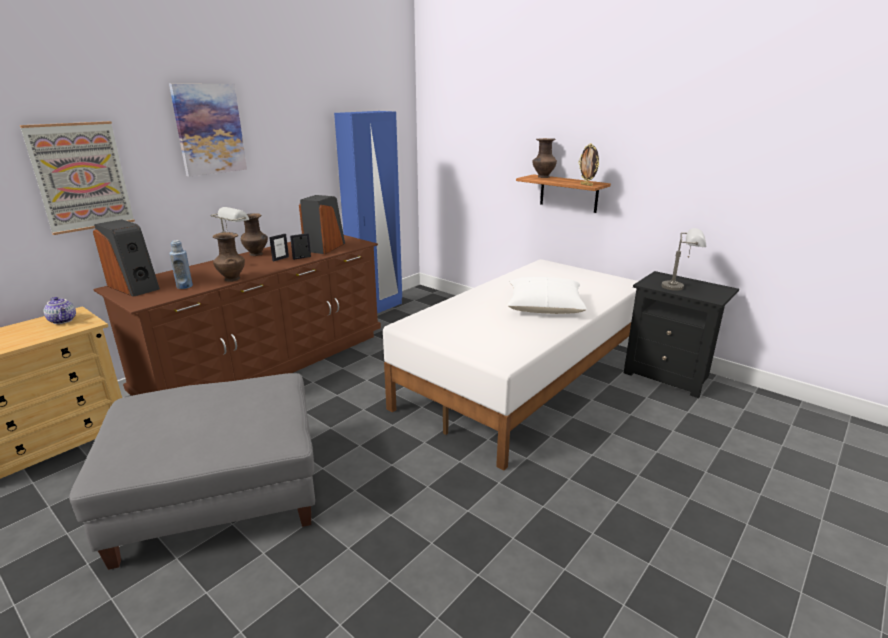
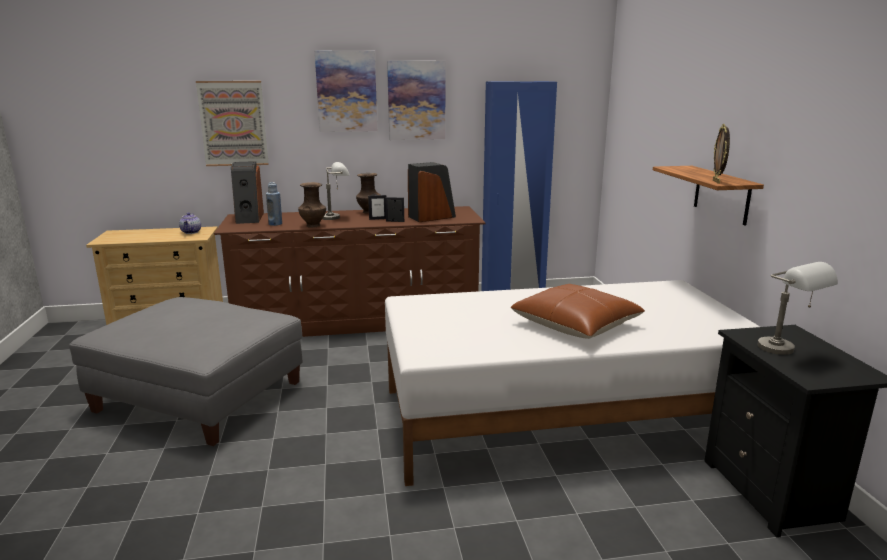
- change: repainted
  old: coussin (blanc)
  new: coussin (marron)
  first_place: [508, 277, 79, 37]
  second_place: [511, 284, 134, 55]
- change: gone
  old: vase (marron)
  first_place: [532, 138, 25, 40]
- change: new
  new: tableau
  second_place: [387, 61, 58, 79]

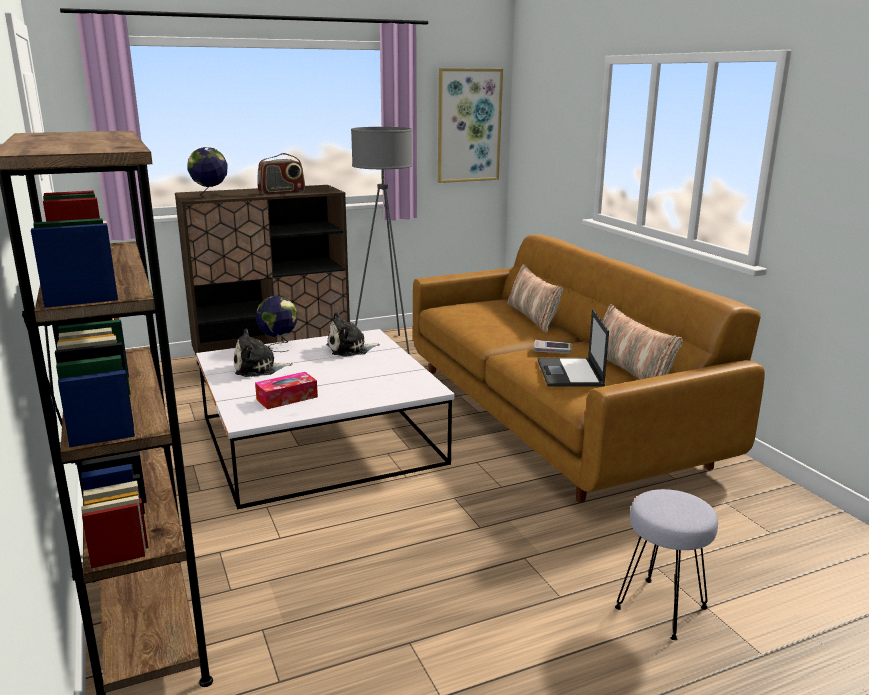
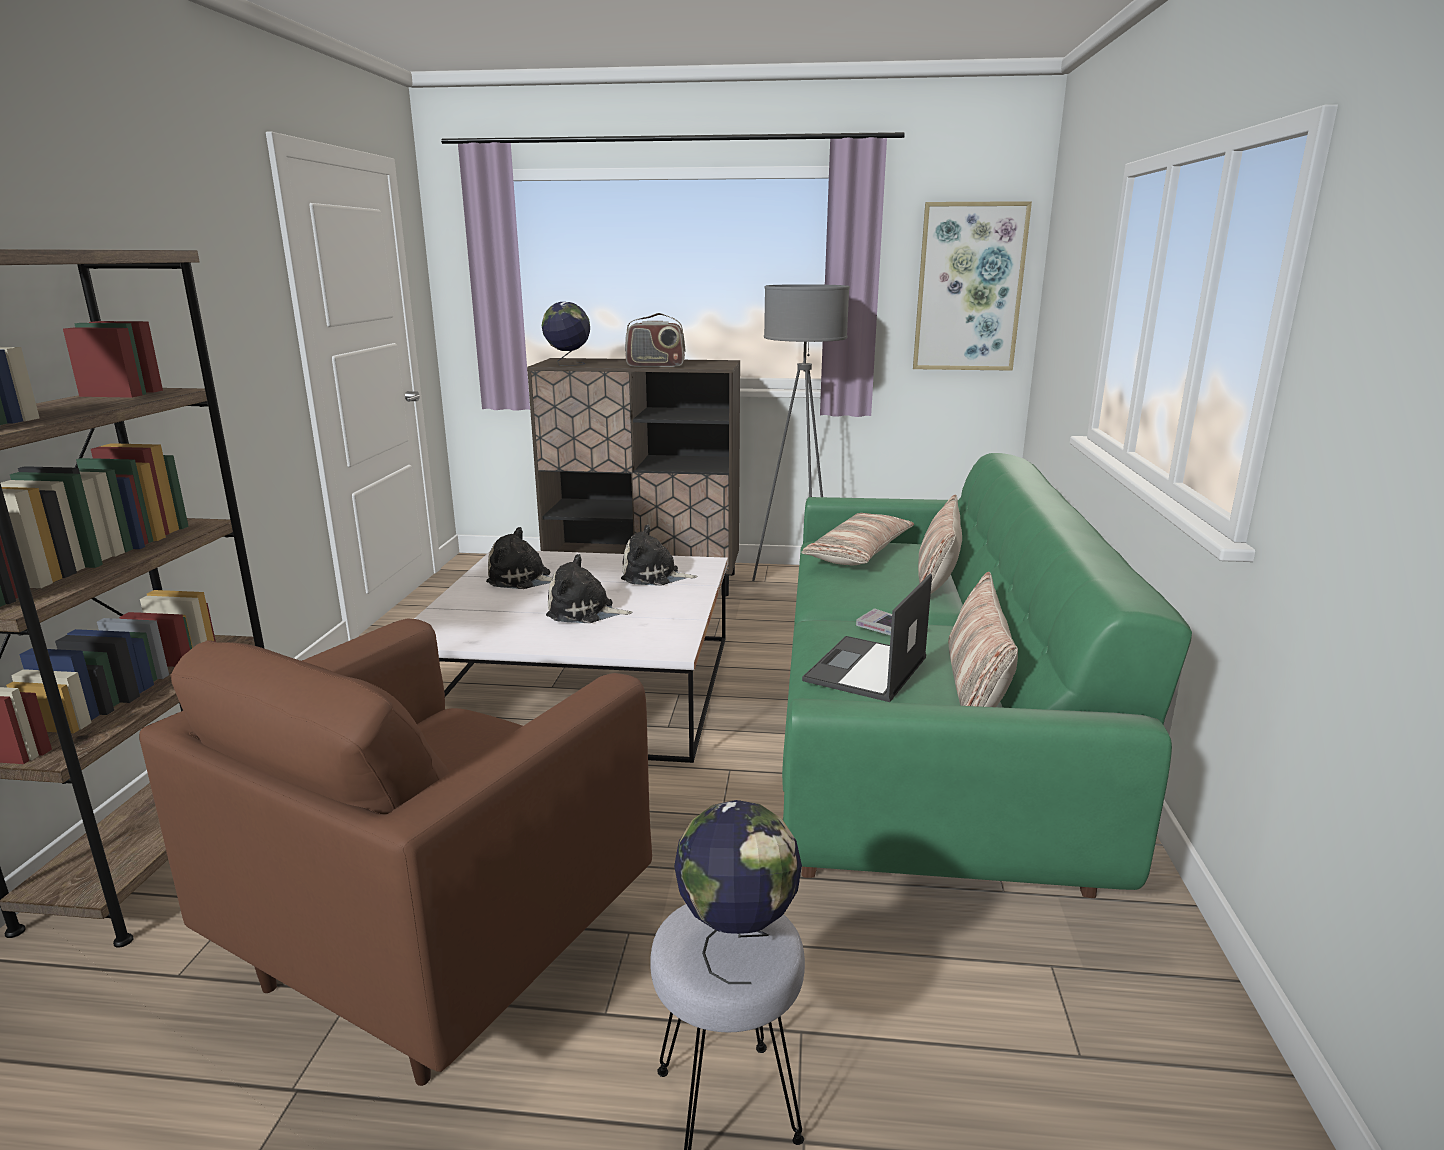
- change: gone
  old: boîte à mouchoirs
  first_place: [255, 372, 63, 37]
- change: shifted
  old: globe
  first_place: [256, 296, 41, 56]
  second_place: [674, 800, 128, 184]
- change: repainted
  old: canapé (marron)
  new: canapé (vert)
  first_place: [413, 234, 352, 269]
  second_place: [782, 453, 410, 445]
- change: new
  new: fauteuil (marron)
  second_place: [139, 619, 513, 467]
- change: new
  new: peluche
  second_place: [546, 554, 86, 69]
- change: new
  new: coussin
  second_place: [801, 513, 113, 53]

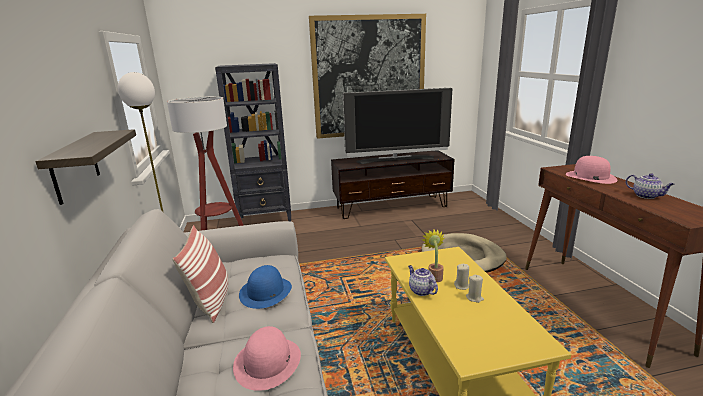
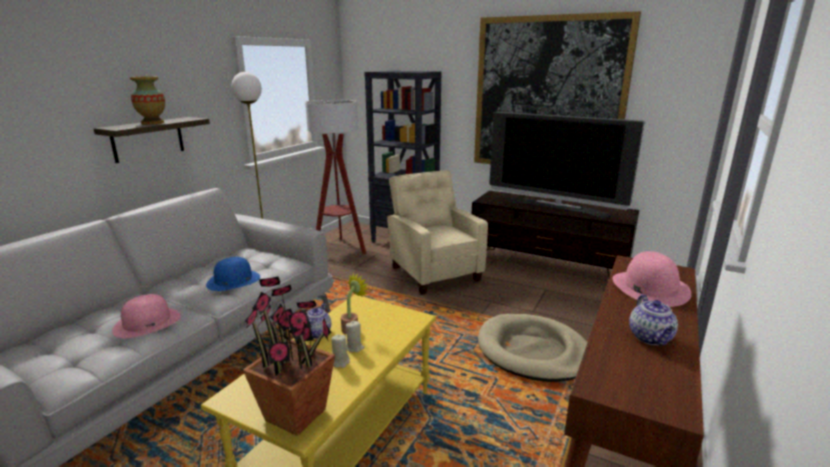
- change: gone
  old: coussin
  first_place: [172, 225, 56, 98]
- change: new
  new: vase
  second_place: [130, 76, 35, 49]
- change: new
  new: plante en pot
  second_place: [243, 276, 92, 160]
- change: new
  new: fauteuil (beige)
  second_place: [387, 170, 101, 124]

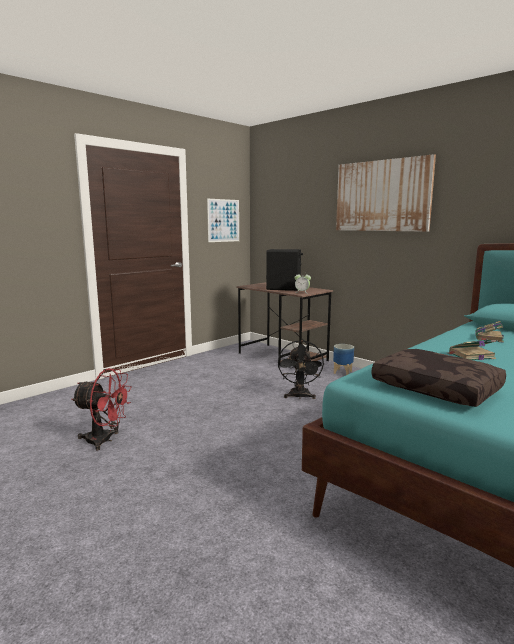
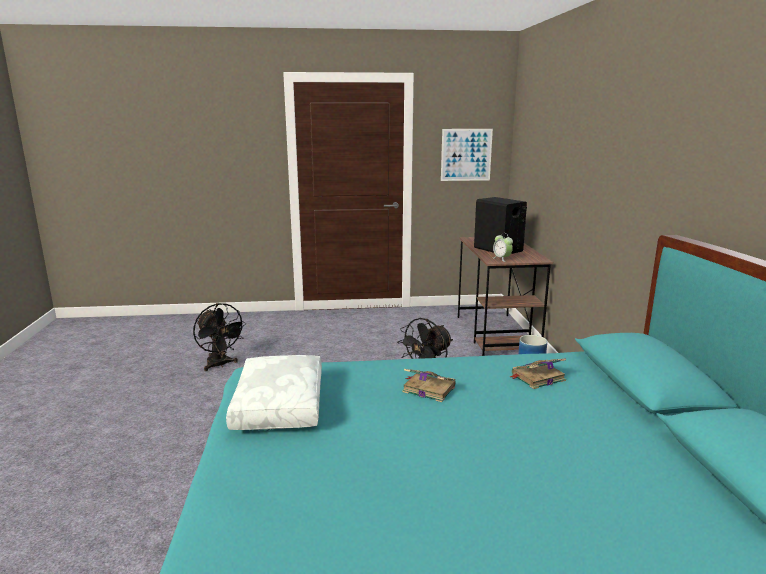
- change: repainted
  old: ventilateur (rouge)
  new: ventilateur (noir)
  first_place: [71, 368, 61, 83]
  second_place: [193, 303, 53, 68]
- change: gone
  old: tableau
  first_place: [336, 154, 100, 78]
- change: repainted
  old: coussin (marron)
  new: coussin (blanc)
  first_place: [371, 349, 135, 58]
  second_place: [226, 355, 96, 75]

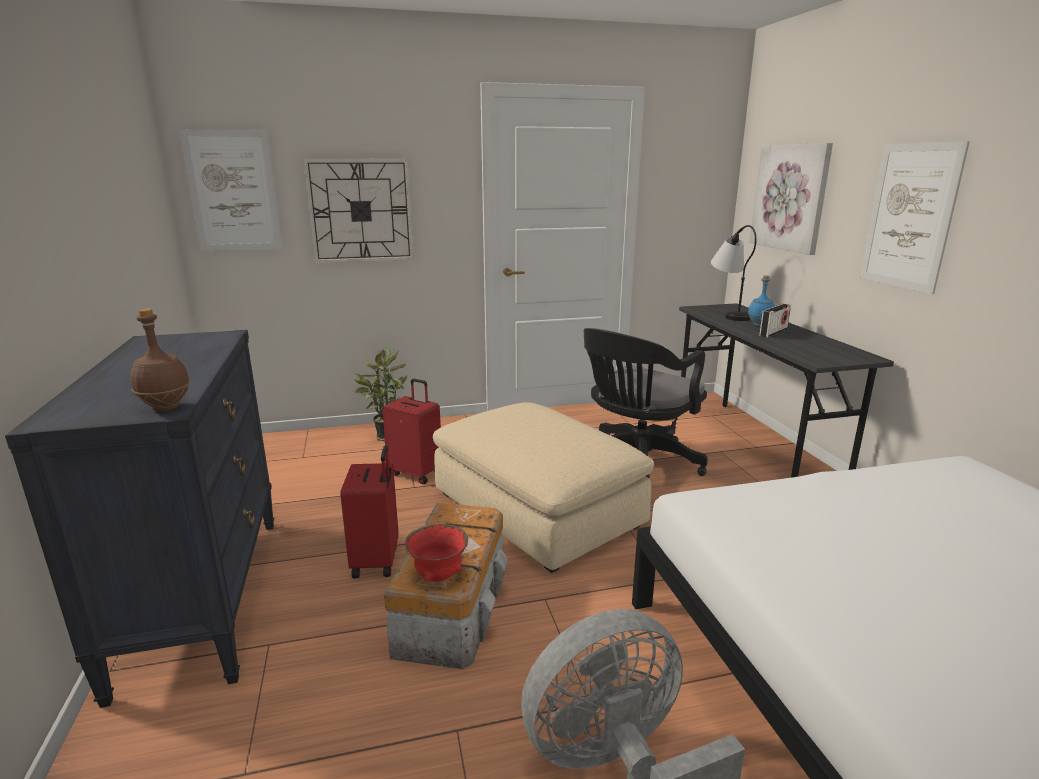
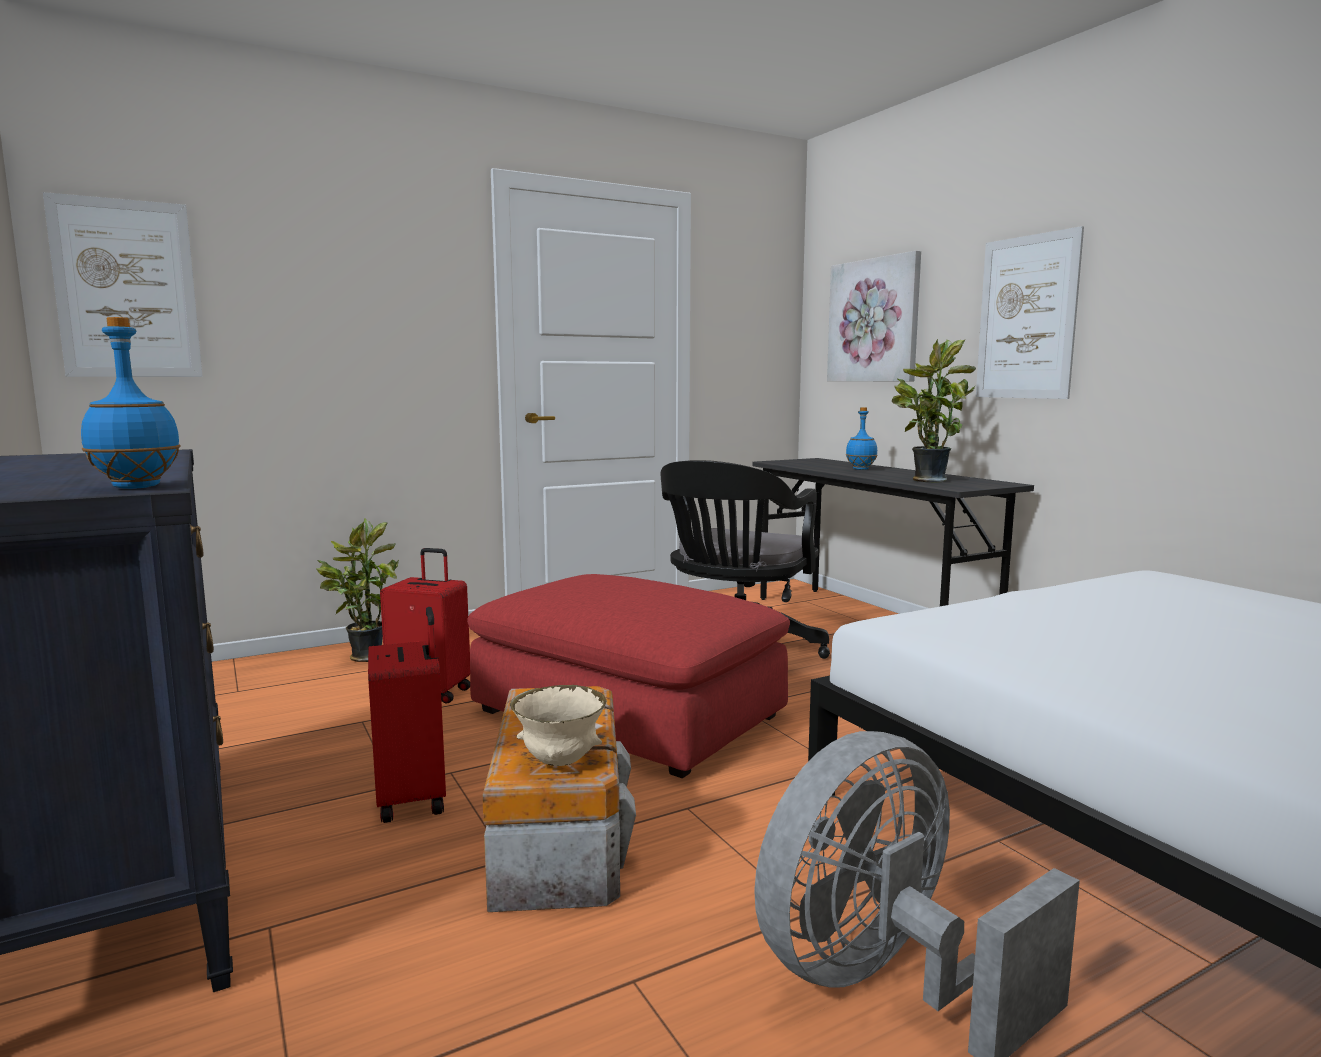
- change: repainted
  old: bouteille (marron)
  new: bouteille (bleu)
  first_place: [130, 309, 60, 102]
  second_place: [81, 317, 100, 172]
- change: gone
  old: horloge murale
  first_place: [303, 159, 111, 104]
- change: repainted
  old: bol (rouge)
  new: bol (beige)
  first_place: [405, 524, 63, 58]
  second_place: [510, 685, 97, 81]
- change: repainted
  old: pouf (beige)
  new: pouf (rouge)
  first_place: [433, 402, 221, 171]
  second_place: [467, 574, 323, 204]
- change: gone
  old: lampe de table
  first_place: [711, 225, 46, 96]
- change: gone
  old: radio
  first_place: [759, 304, 32, 34]
- change: new
  new: plante en pot
  second_place: [892, 339, 84, 143]

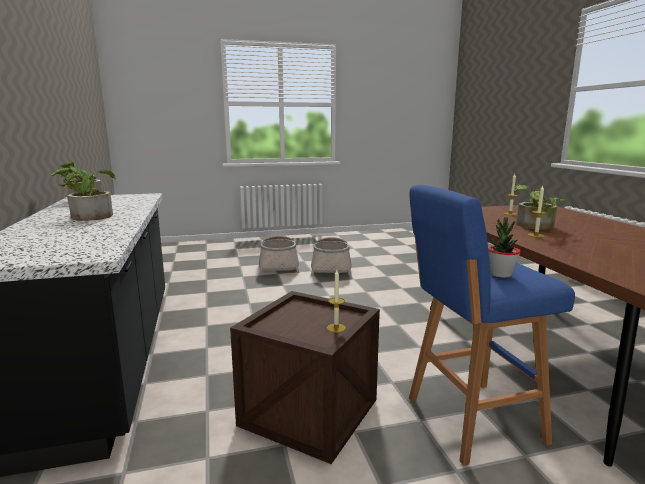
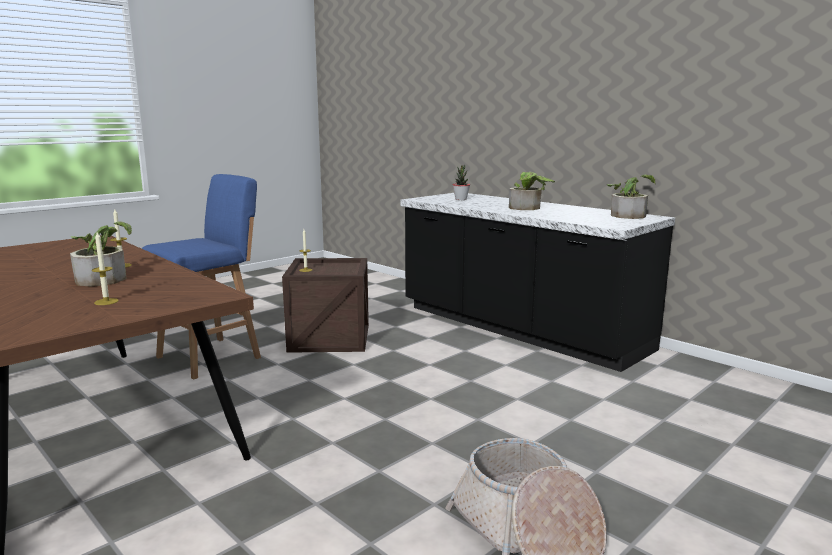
- change: gone
  old: panier
  first_place: [259, 236, 41, 39]
- change: shifted
  old: plante en pot
  first_place: [488, 217, 33, 61]
  second_place: [453, 165, 17, 35]

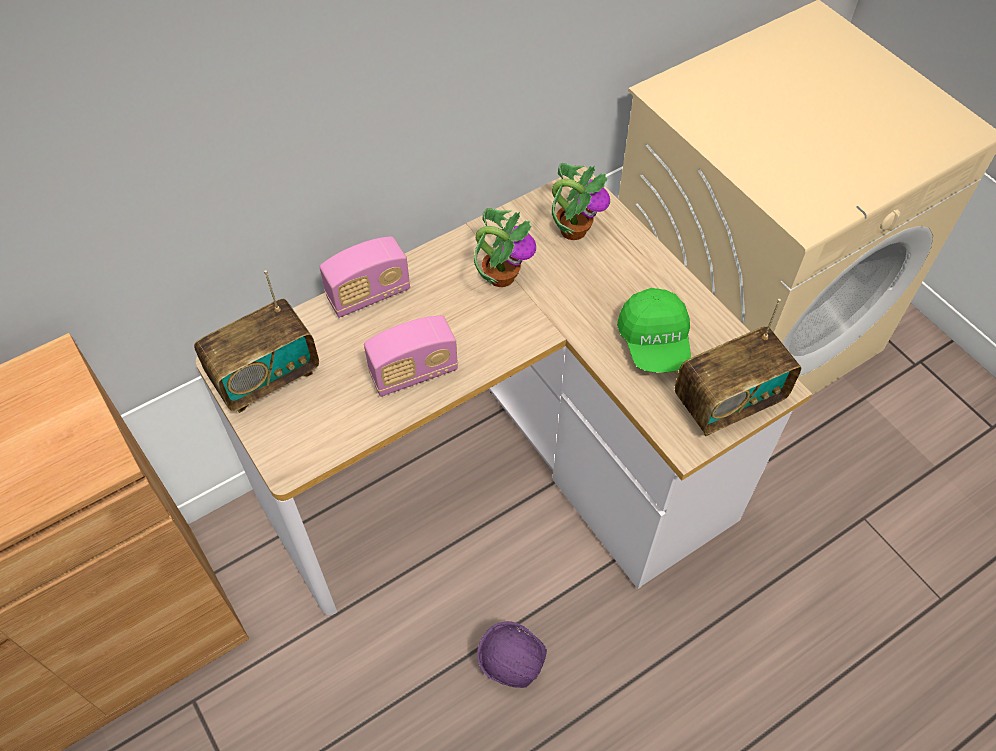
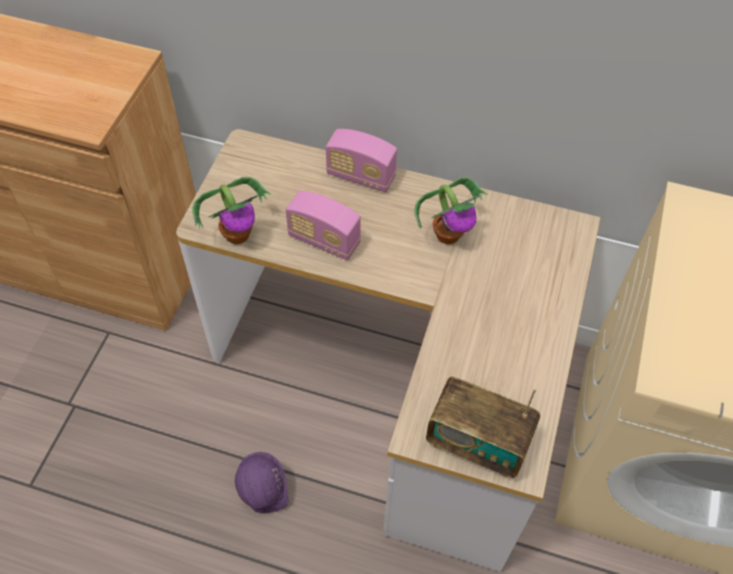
- change: gone
  old: radio
  first_place: [194, 270, 125, 143]
- change: shifted
  old: plante en pot
  first_place: [552, 163, 58, 77]
  second_place: [192, 177, 79, 67]
- change: gone
  old: casquette (vert)
  first_place: [617, 288, 74, 85]

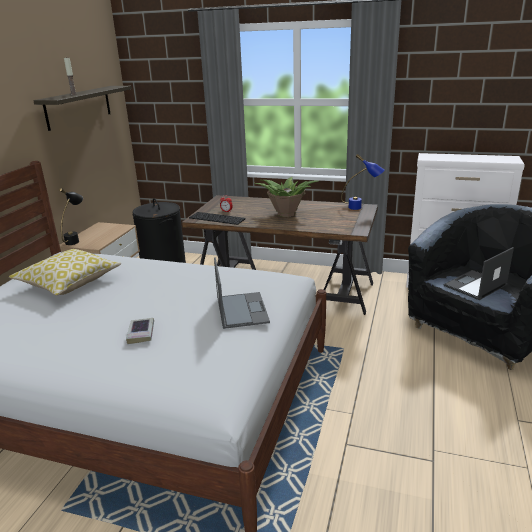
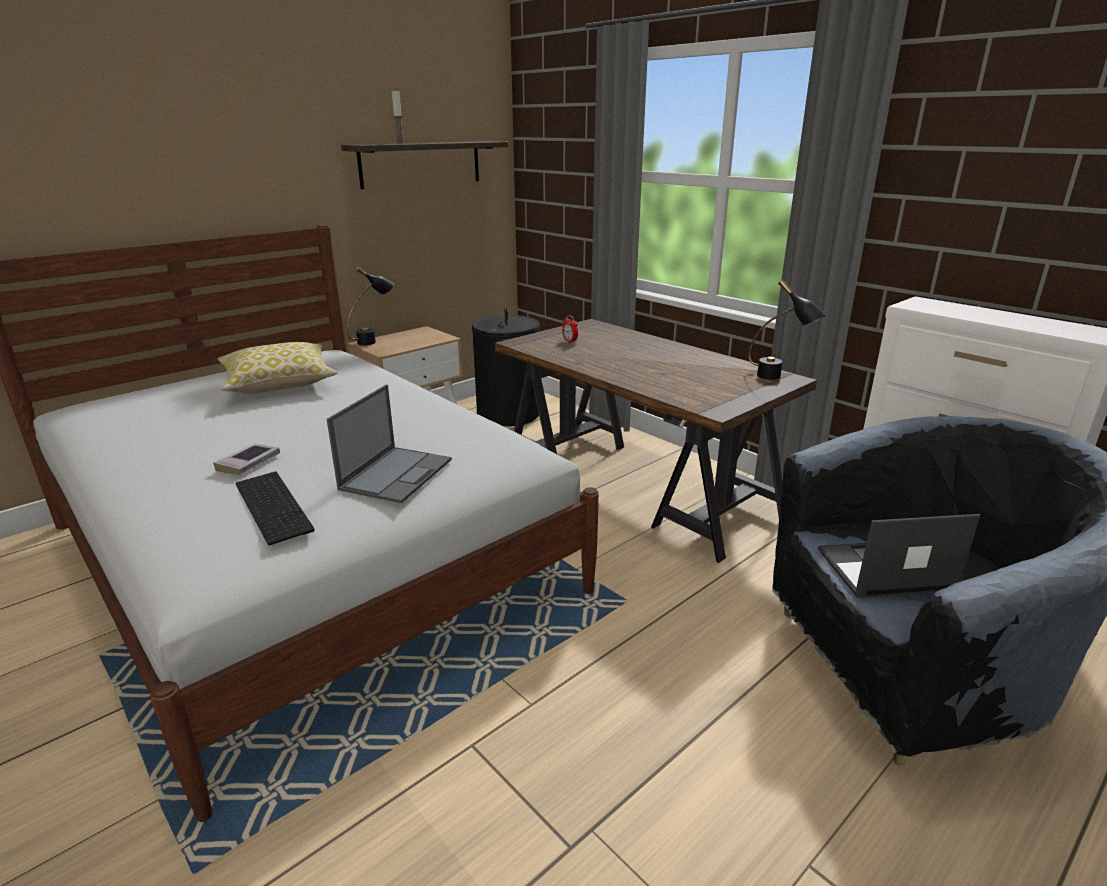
- change: shifted
  old: clavier
  first_place: [189, 212, 57, 13]
  second_place: [235, 471, 80, 74]
- change: gone
  old: plante en pot
  first_place: [255, 177, 63, 40]
- change: repainted
  old: lampe de table (bleu)
  new: lampe de table (noir)
  first_place: [341, 154, 44, 56]
  second_place: [748, 280, 79, 100]

